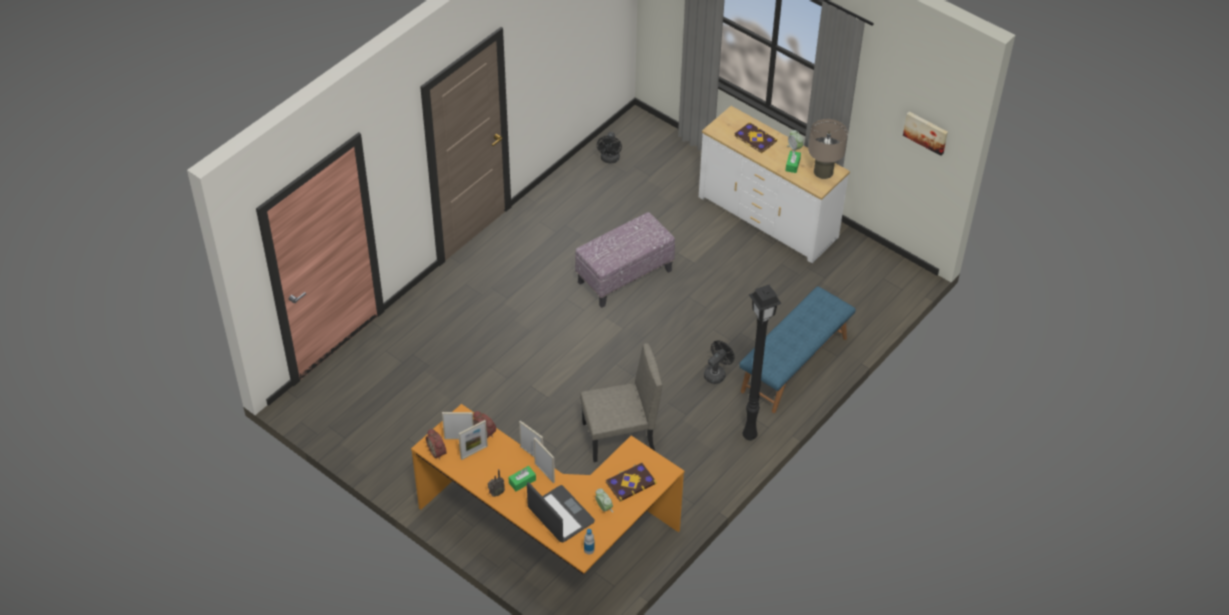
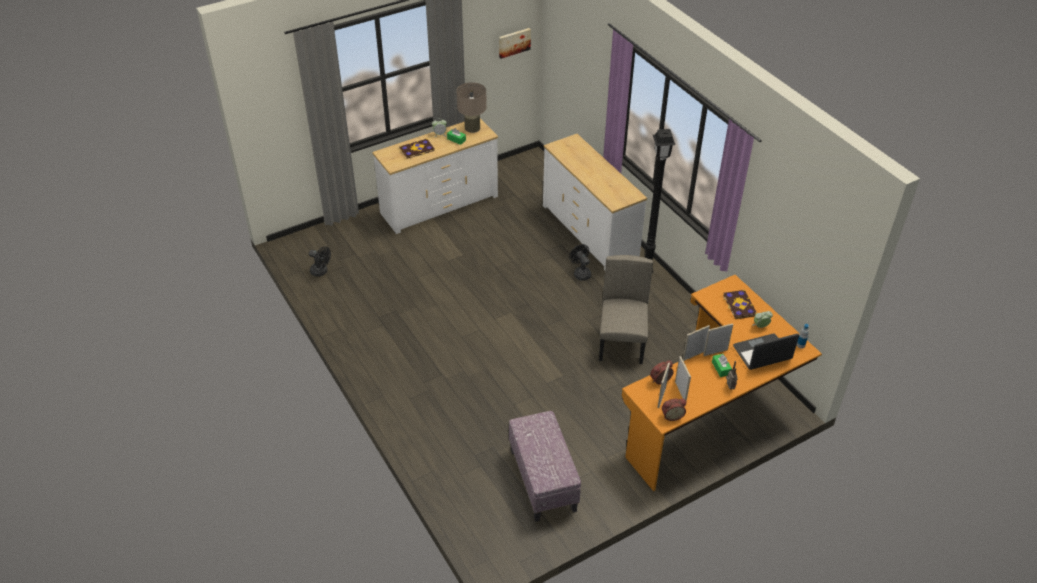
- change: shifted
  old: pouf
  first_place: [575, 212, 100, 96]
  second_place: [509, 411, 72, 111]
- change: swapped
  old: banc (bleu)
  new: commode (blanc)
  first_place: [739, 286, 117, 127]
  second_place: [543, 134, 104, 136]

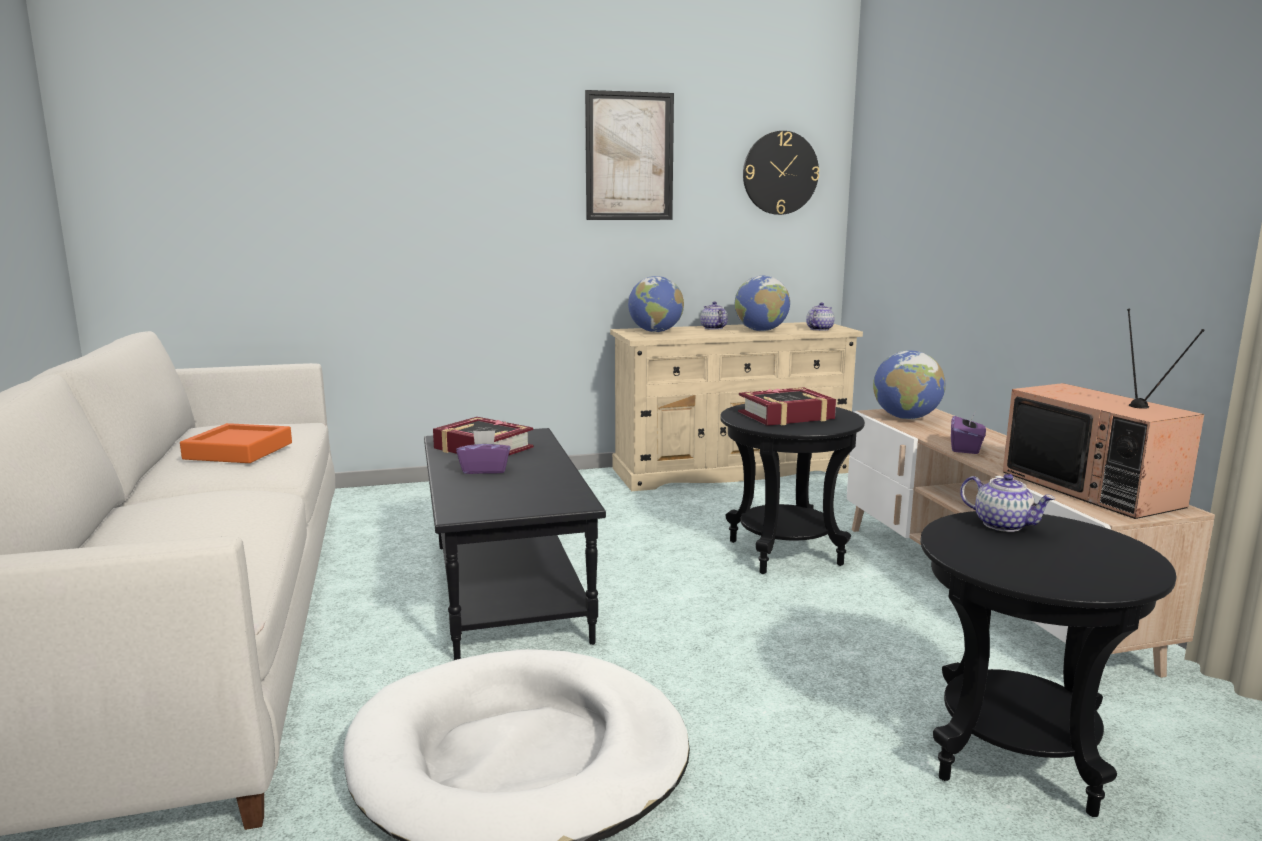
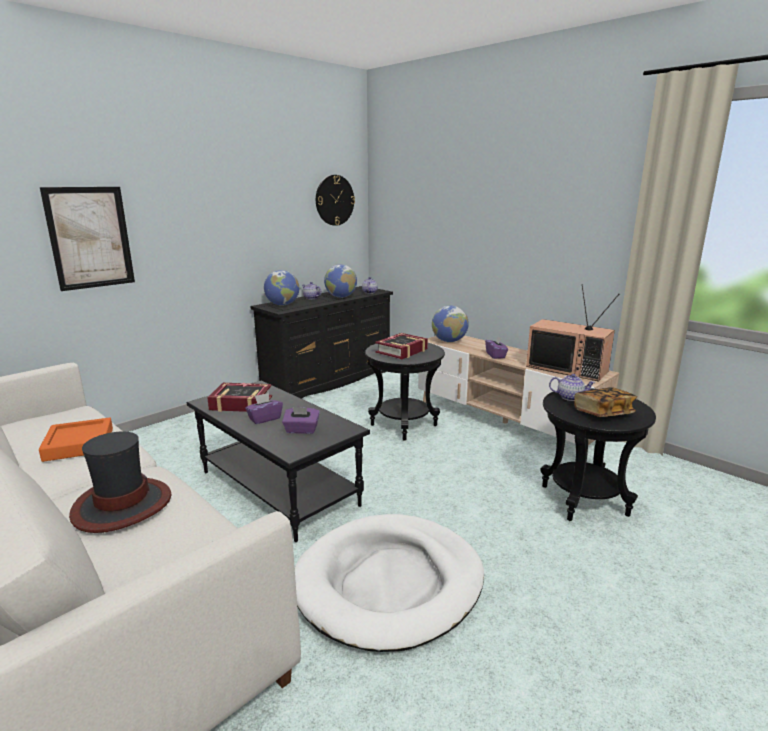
- change: shifted
  old: tableau
  first_place: [585, 90, 89, 130]
  second_place: [40, 187, 95, 104]
- change: repainted
  old: commode (beige)
  new: commode (noir)
  first_place: [610, 322, 253, 169]
  second_place: [250, 286, 143, 113]
- change: new
  new: chapeau
  second_place: [69, 432, 102, 101]
- change: new
  new: boîte à mouchoirs (violet)
  second_place: [282, 407, 38, 27]
- change: new
  new: livre
  second_place: [574, 387, 63, 30]

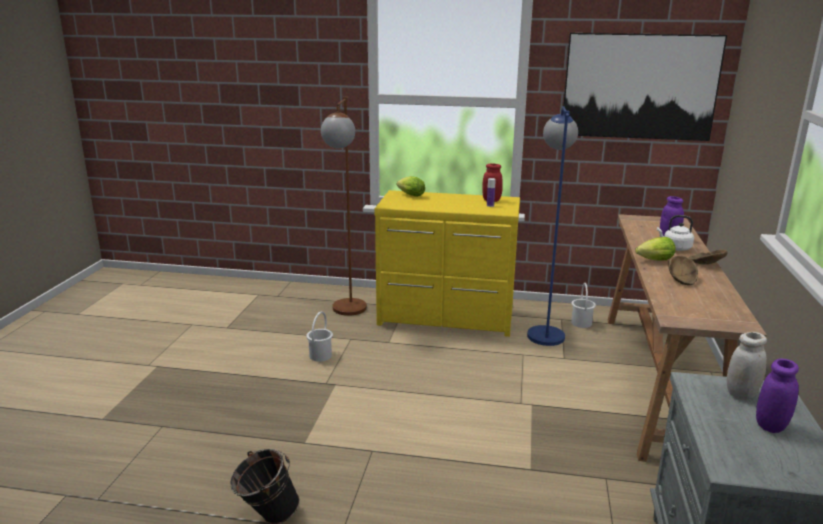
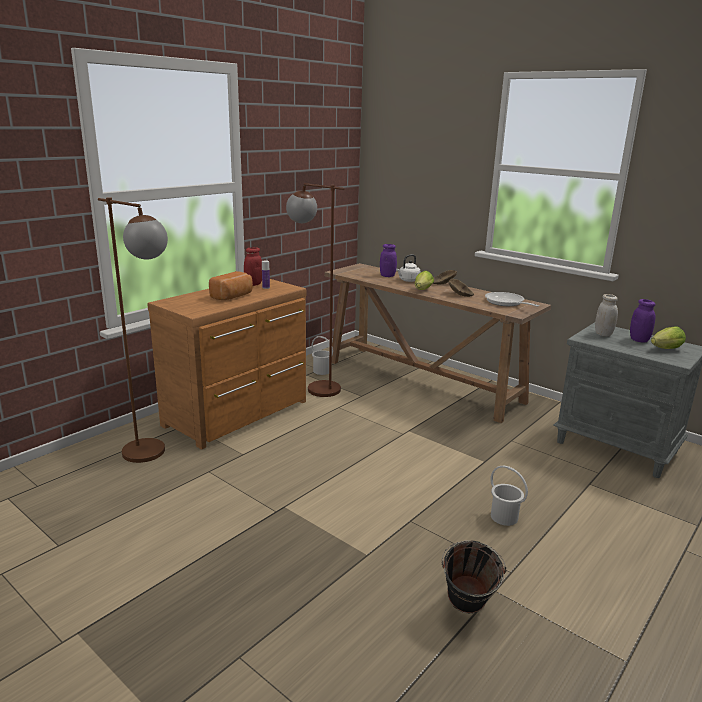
- change: shifted
  old: seau (blanc)
  first_place: [306, 311, 27, 51]
  second_place: [491, 466, 37, 60]
- change: repainted
  old: commode (jaune)
  new: commode (marron)
  first_place: [374, 190, 146, 147]
  second_place: [147, 279, 160, 170]
- change: shifted
  old: laitue
  first_place: [397, 176, 28, 21]
  second_place: [651, 326, 35, 23]
- change: repainted
  old: lampadaire (bleu)
  new: lampadaire (marron)
  first_place: [527, 106, 51, 240]
  second_place: [286, 183, 58, 214]
- change: gone
  old: tableau
  first_place: [563, 33, 164, 108]
- change: new
  new: pain
  second_place: [209, 271, 44, 29]
- change: new
  new: poêle
  second_place: [485, 292, 54, 15]

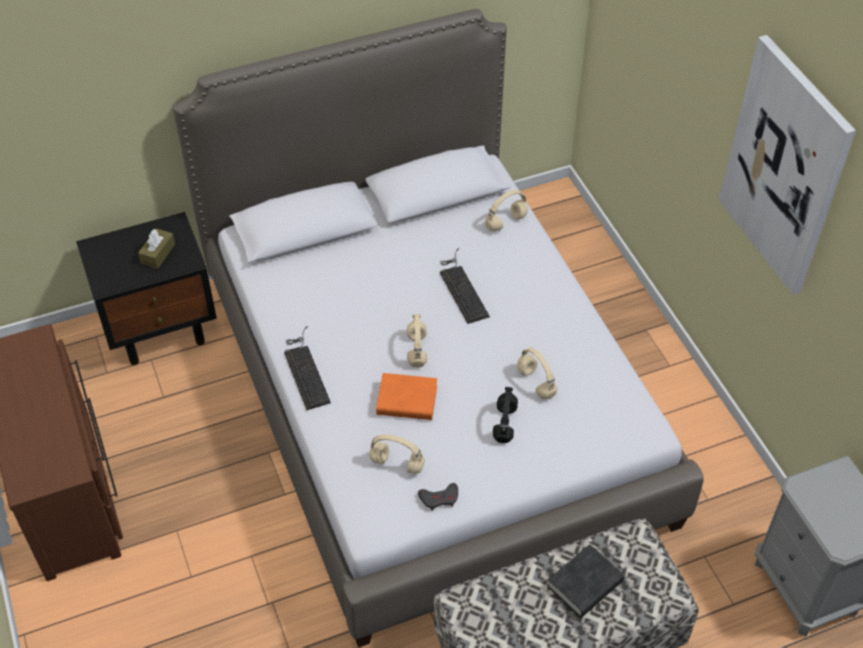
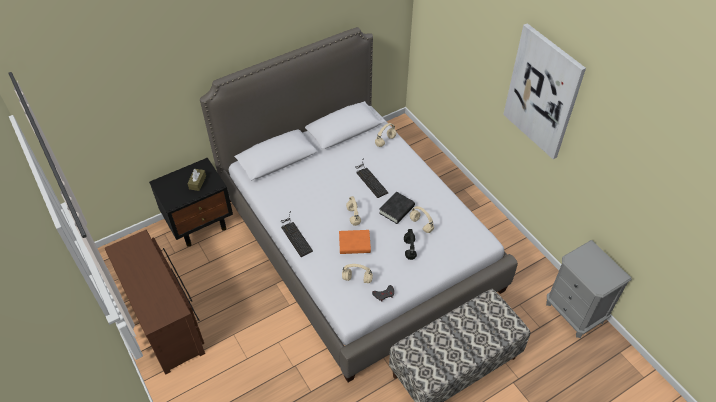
- change: shifted
  old: livre (noir)
  first_place: [547, 544, 77, 74]
  second_place: [379, 192, 36, 32]

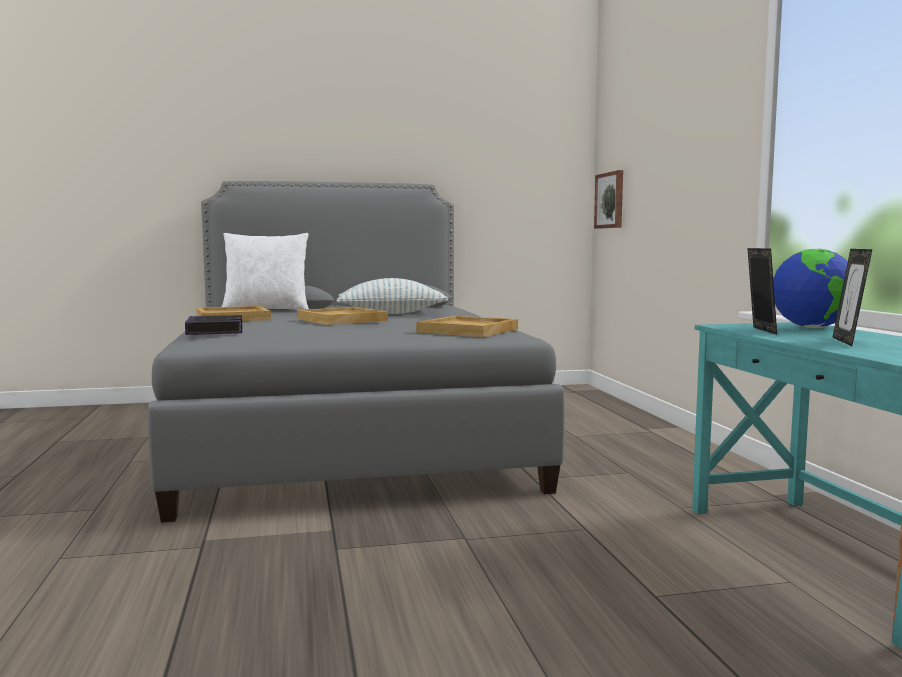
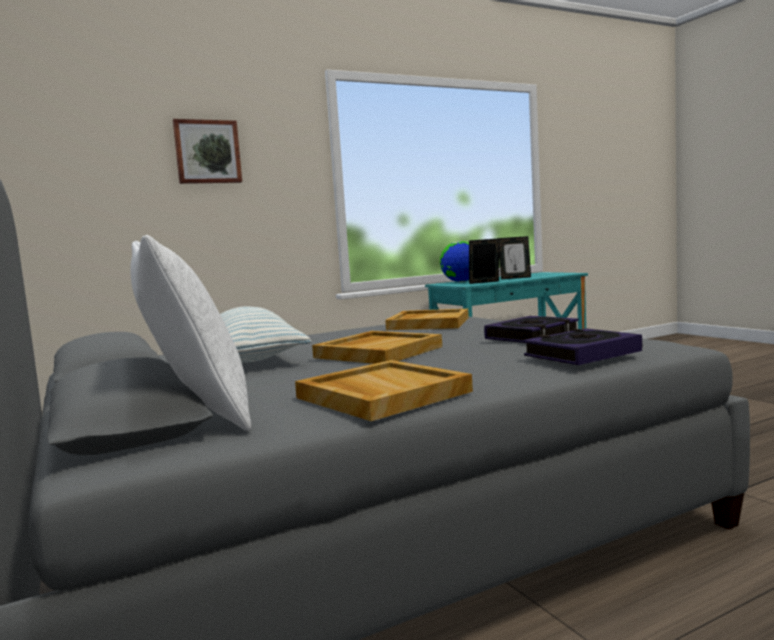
- change: shifted
  old: tableau
  first_place: [594, 170, 29, 59]
  second_place: [173, 119, 69, 65]
- change: new
  new: livre
  second_place: [484, 316, 95, 27]

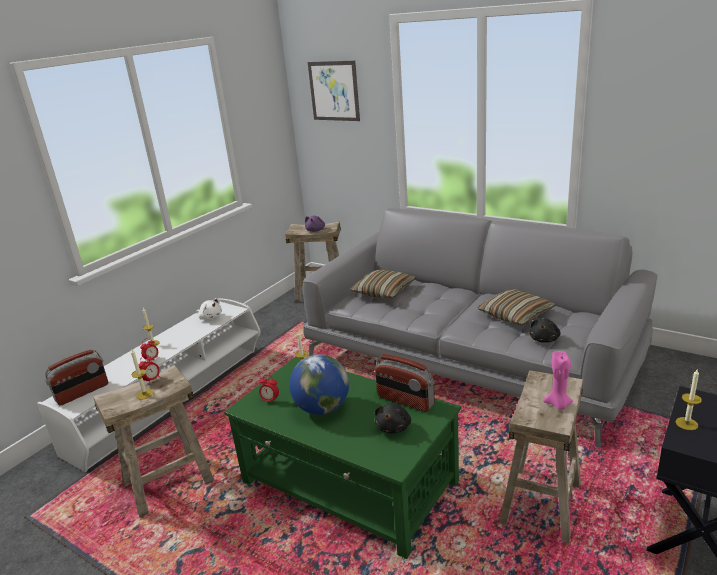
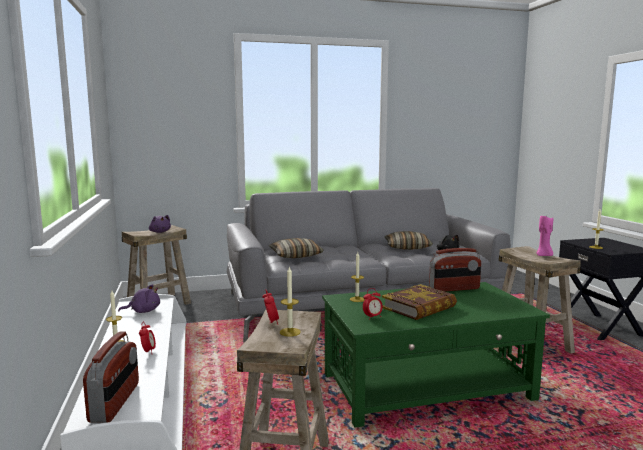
- change: repainted
  old: peluche (blanc)
  new: peluche (violet)
  first_place: [196, 298, 26, 22]
  second_place: [118, 284, 42, 29]
- change: swapped
  old: globe
  new: livre
  first_place: [289, 354, 60, 61]
  second_place: [382, 284, 75, 36]
- change: gone
  old: tableau
  first_place: [308, 61, 52, 60]
- change: gone
  old: peluche (noir)
  first_place: [375, 403, 36, 30]

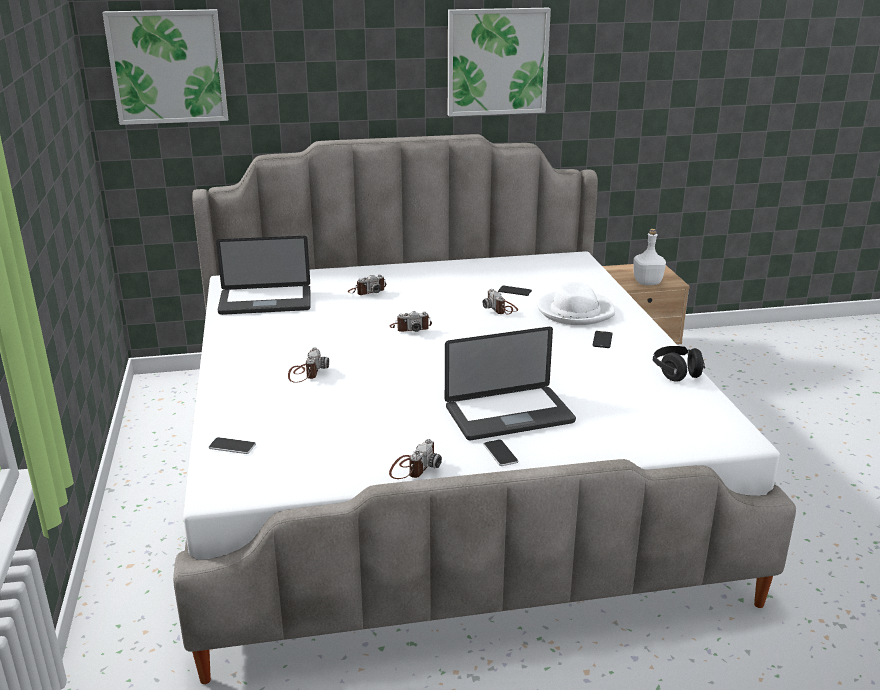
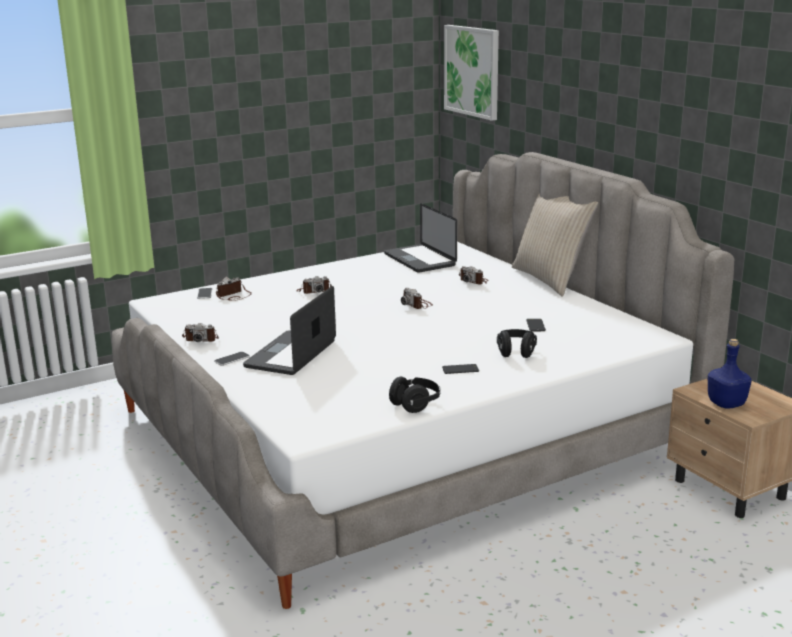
- change: rotated
  old: ordinateur portable
  first_place: [445, 327, 131, 113]
  second_place: [243, 286, 93, 89]
  degrees: 60
- change: gone
  old: tableau
  first_place: [448, 8, 103, 108]
- change: shifted
  old: appareil photo
  first_place: [483, 289, 35, 26]
  second_place: [216, 277, 36, 24]
- change: swapped
  old: chapeau (blanc)
  new: casque audio (noir)
  first_place: [537, 282, 78, 43]
  second_place: [497, 329, 40, 29]
- change: repainted
  old: bouteille (blanc)
  new: bouteille (bleu)
  first_place: [633, 229, 33, 56]
  second_place: [708, 339, 44, 70]
- change: new
  new: coussin (beige)
  second_place: [512, 194, 86, 103]

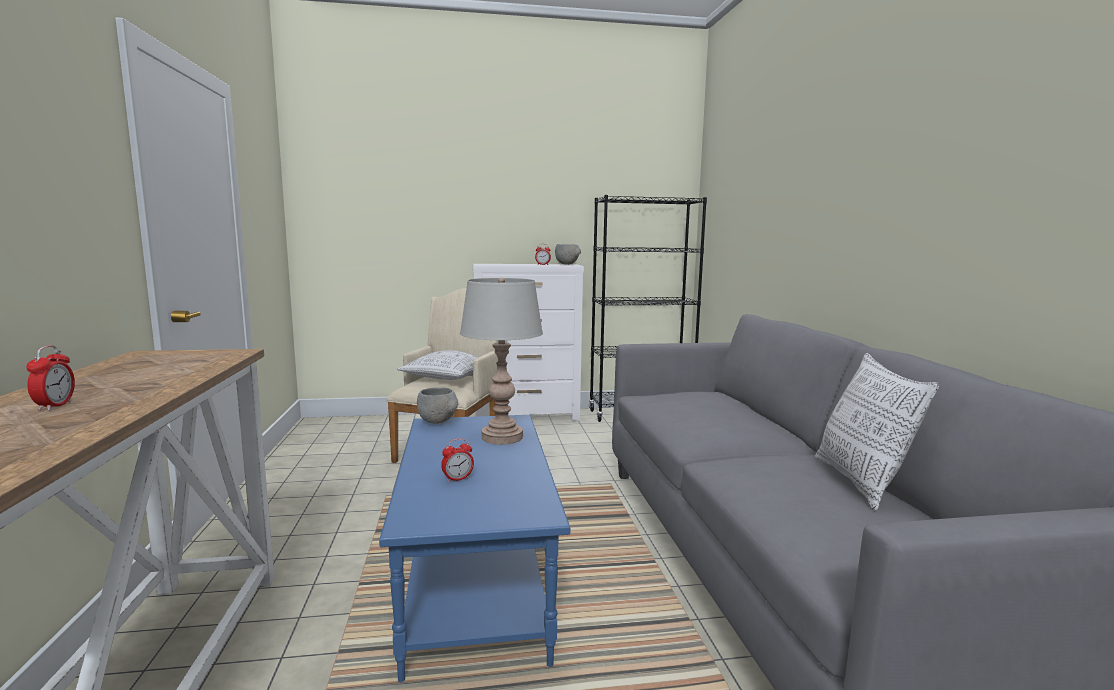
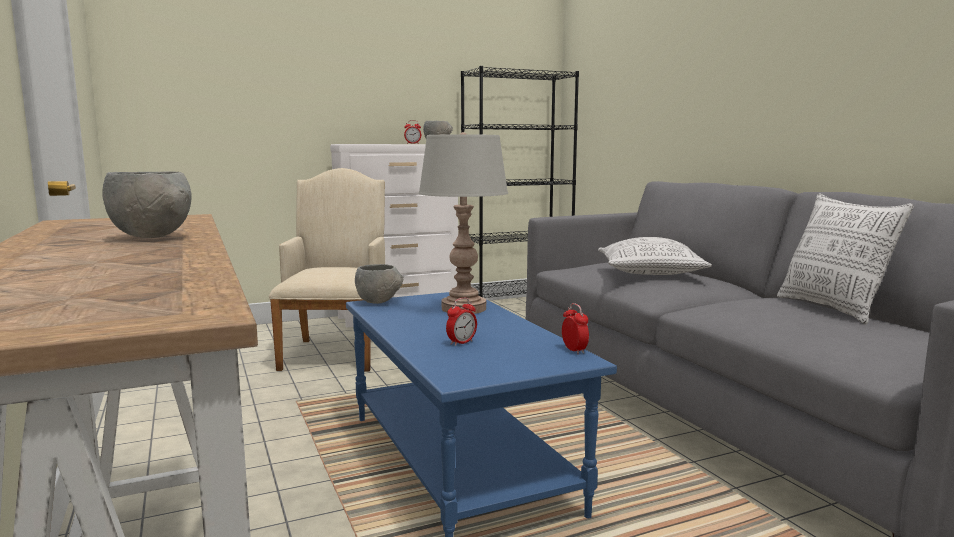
- change: shifted
  old: réveil
  first_place: [26, 345, 49, 66]
  second_place: [562, 303, 27, 51]
- change: shifted
  old: coussin
  first_place: [397, 350, 81, 30]
  second_place: [598, 237, 114, 38]
- change: new
  new: bol (gris)
  second_place: [102, 172, 89, 66]

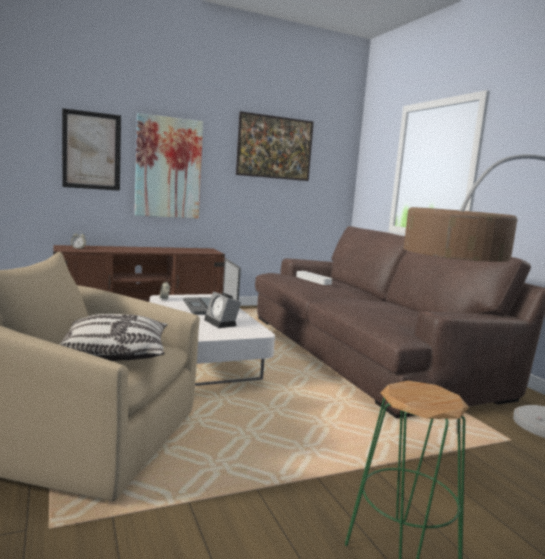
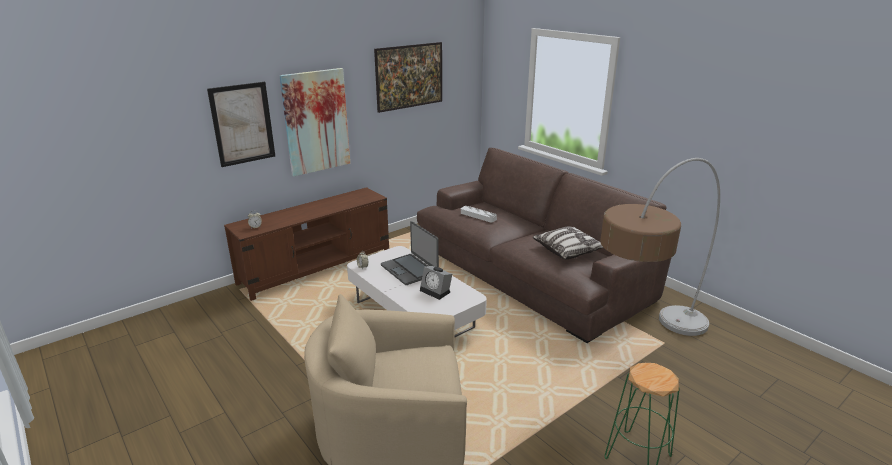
- change: shifted
  old: coussin
  first_place: [59, 314, 109, 47]
  second_place: [533, 227, 71, 32]

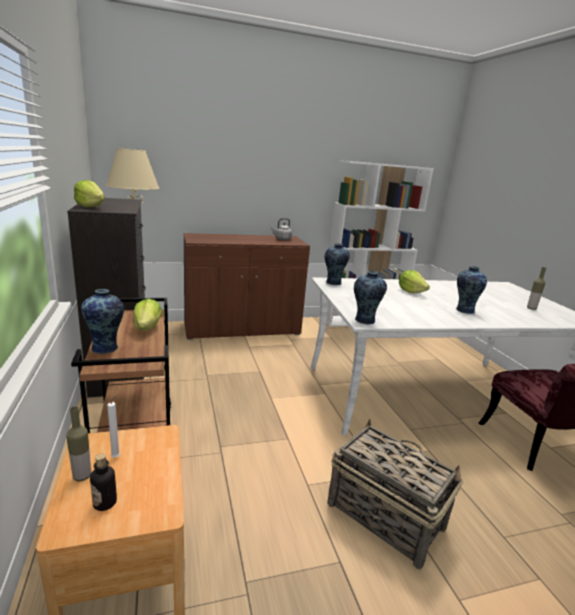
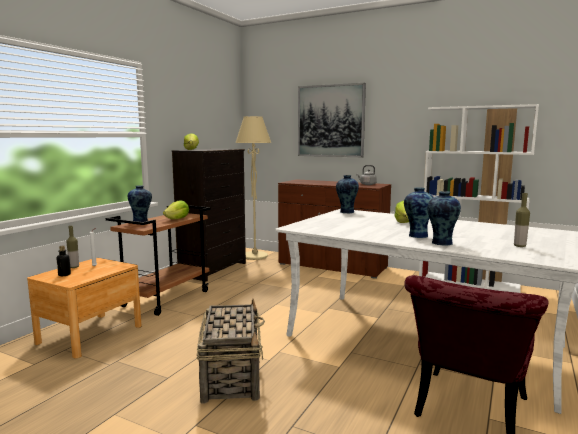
- change: shifted
  old: vase
  first_place: [354, 271, 33, 53]
  second_place: [427, 191, 34, 55]
- change: new
  new: tableau
  second_place: [298, 83, 68, 74]

